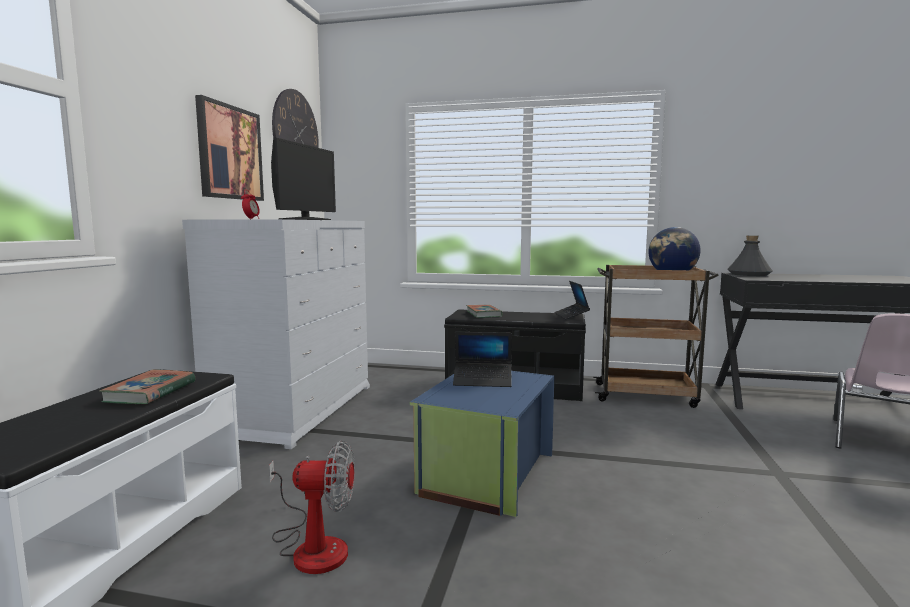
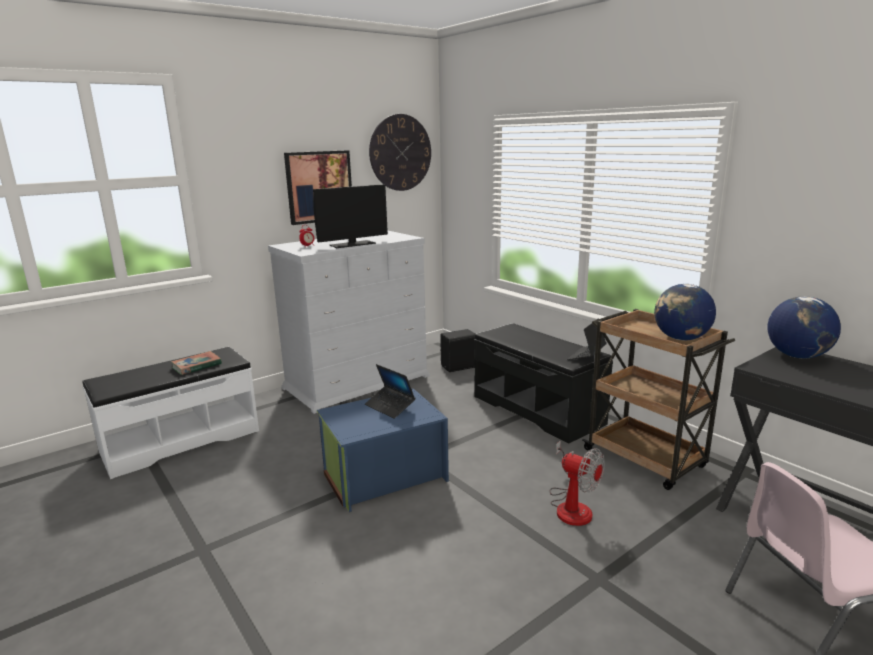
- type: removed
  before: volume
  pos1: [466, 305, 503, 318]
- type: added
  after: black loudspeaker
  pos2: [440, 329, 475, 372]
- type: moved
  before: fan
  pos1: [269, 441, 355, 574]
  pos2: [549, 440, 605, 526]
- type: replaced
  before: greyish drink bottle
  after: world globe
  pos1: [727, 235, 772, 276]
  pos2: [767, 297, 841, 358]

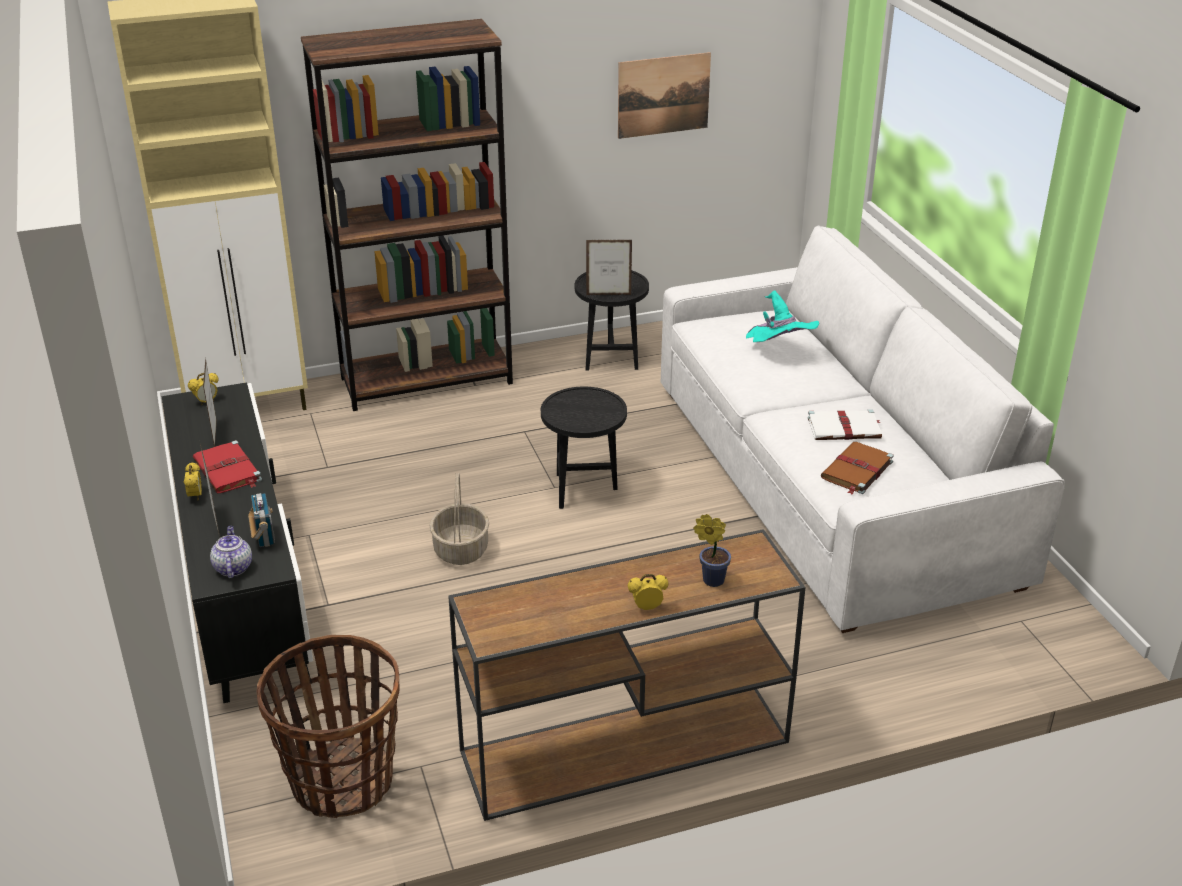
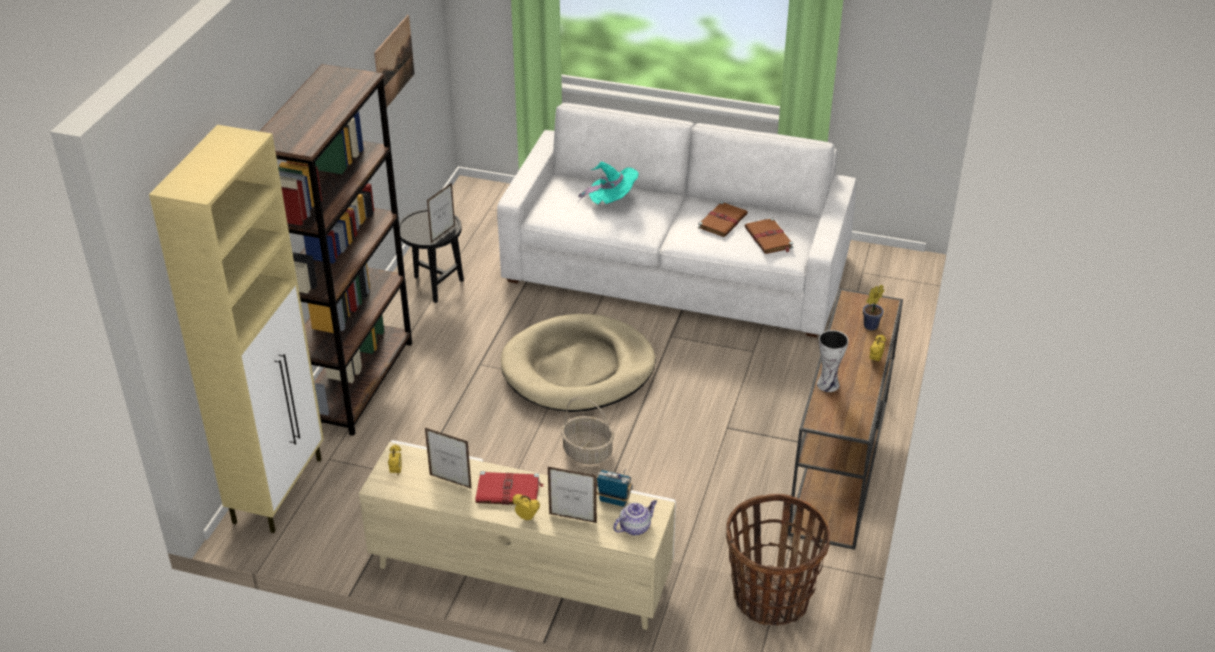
- type: added
  after: flower vase
  pos2: [817, 330, 849, 392]
- type: replaced
  before: black end table
  after: beige-coloured dog bed
  pos1: [541, 387, 627, 509]
  pos2: [501, 314, 656, 412]
- type: recoloured
  before: black media console
  after: beige-coloured media console
  pos1: [162, 382, 313, 703]
  pos2: [359, 440, 676, 630]
- type: recoloured
  before: whitish volume
  after: brownish volume
  pos1: [808, 409, 882, 440]
  pos2: [698, 201, 748, 237]
- type: turned
  before: tea pot
  pos1: [210, 526, 252, 578]
  pos2: [613, 500, 657, 536]
  turn: 120

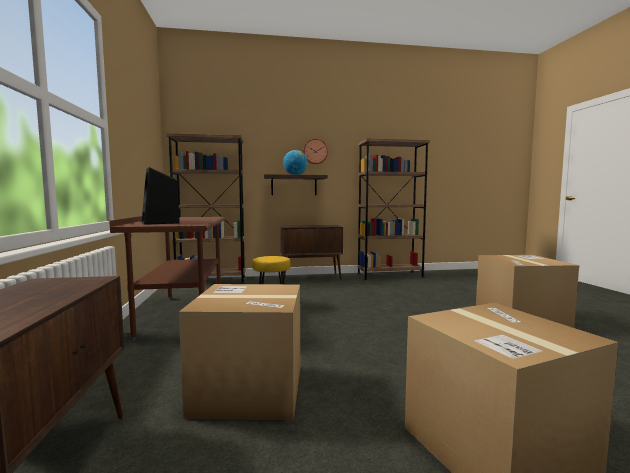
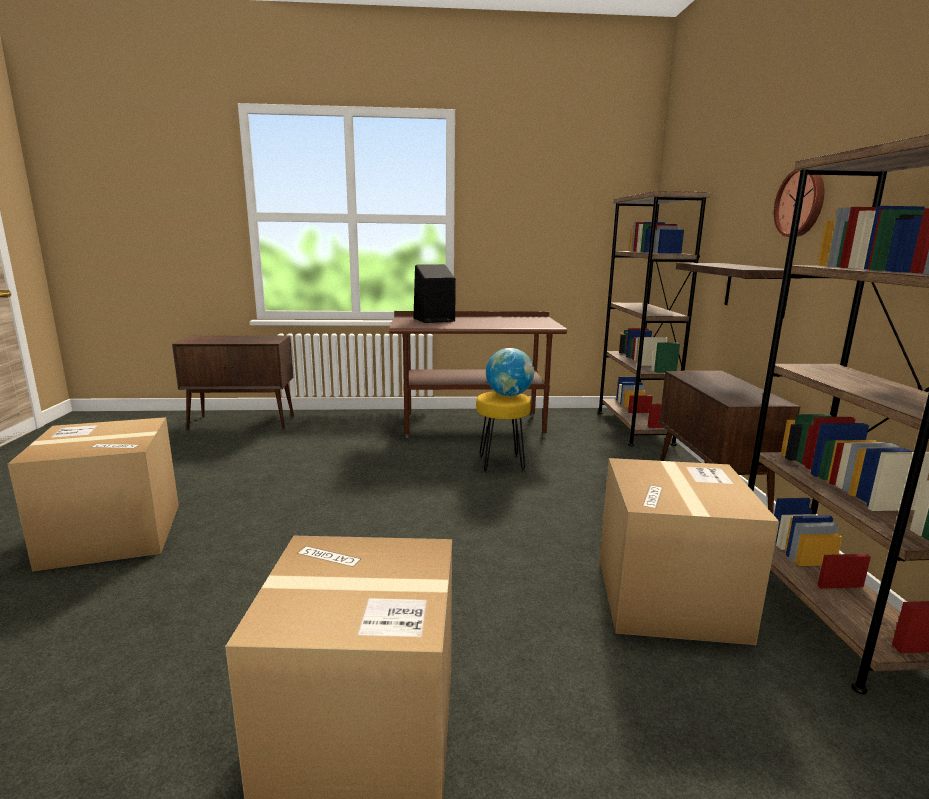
- type: moved
  before: packing box
  pos1: [179, 284, 300, 420]
  pos2: [600, 458, 779, 645]
- type: moved
  before: world globe
  pos1: [283, 150, 308, 175]
  pos2: [486, 348, 534, 396]

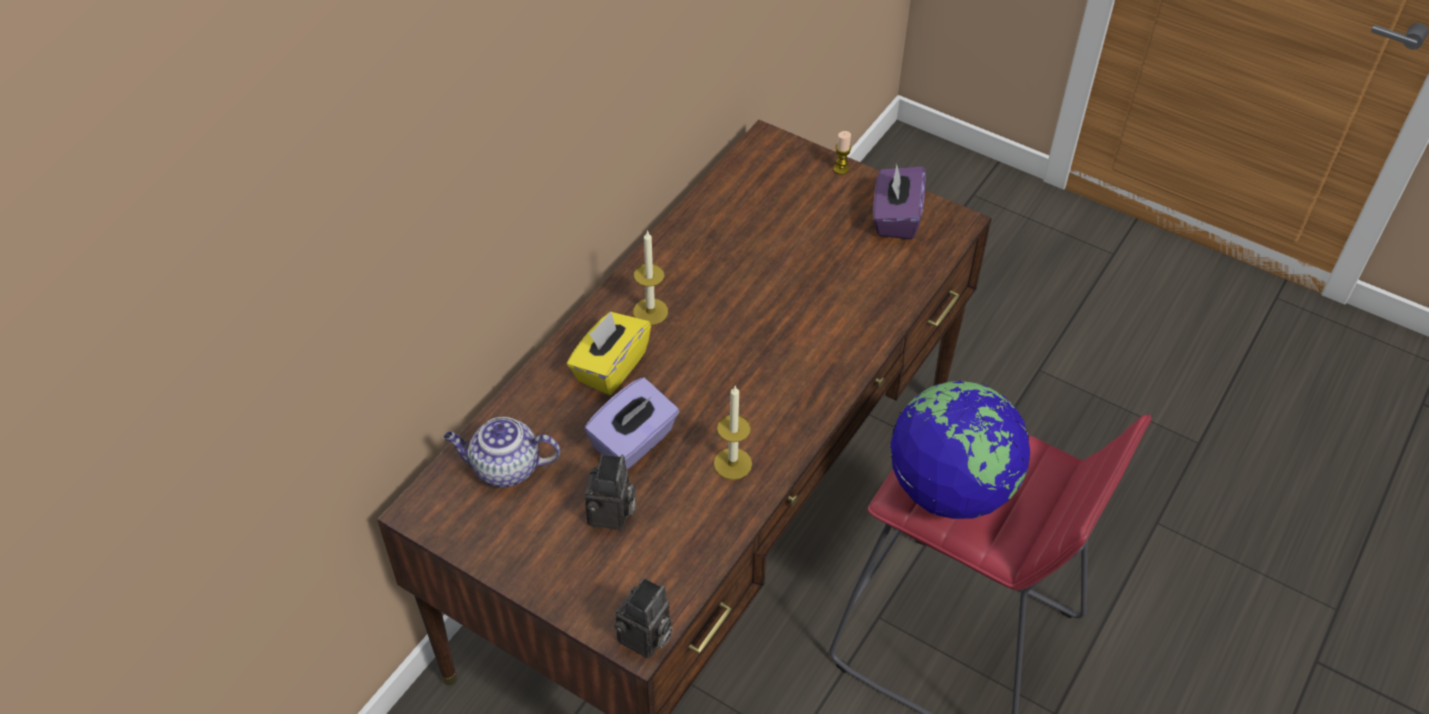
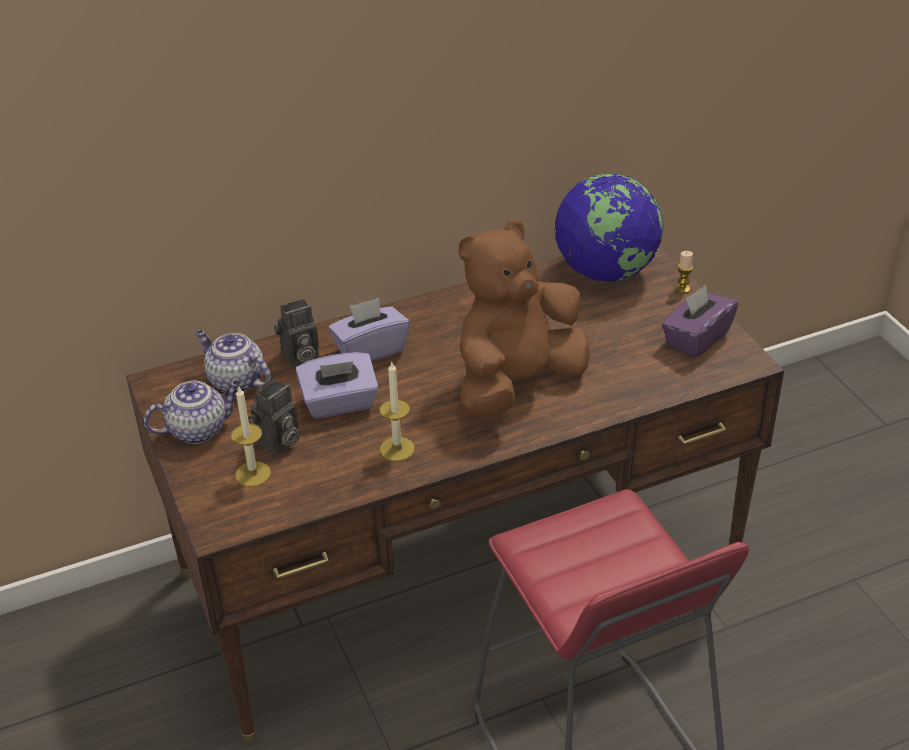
- type: added
  after: tea pot
  pos2: [144, 380, 241, 444]
- type: added
  after: brownish cuddly toy
  pos2: [459, 220, 590, 417]
- type: moved
  before: photo camera
  pos1: [614, 578, 673, 659]
  pos2: [274, 299, 319, 367]
- type: moved
  before: wax light
  pos1: [633, 230, 668, 325]
  pos2: [231, 387, 271, 487]
- type: moved
  before: world globe
  pos1: [890, 380, 1030, 519]
  pos2: [554, 173, 664, 282]
- type: recoloured
  before: yellow tissue holder
  after: purplish tissue holder
  pos1: [567, 312, 651, 395]
  pos2: [328, 298, 410, 361]

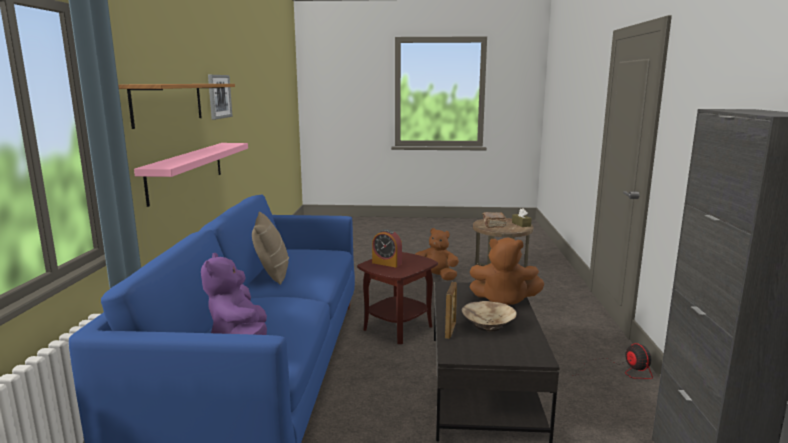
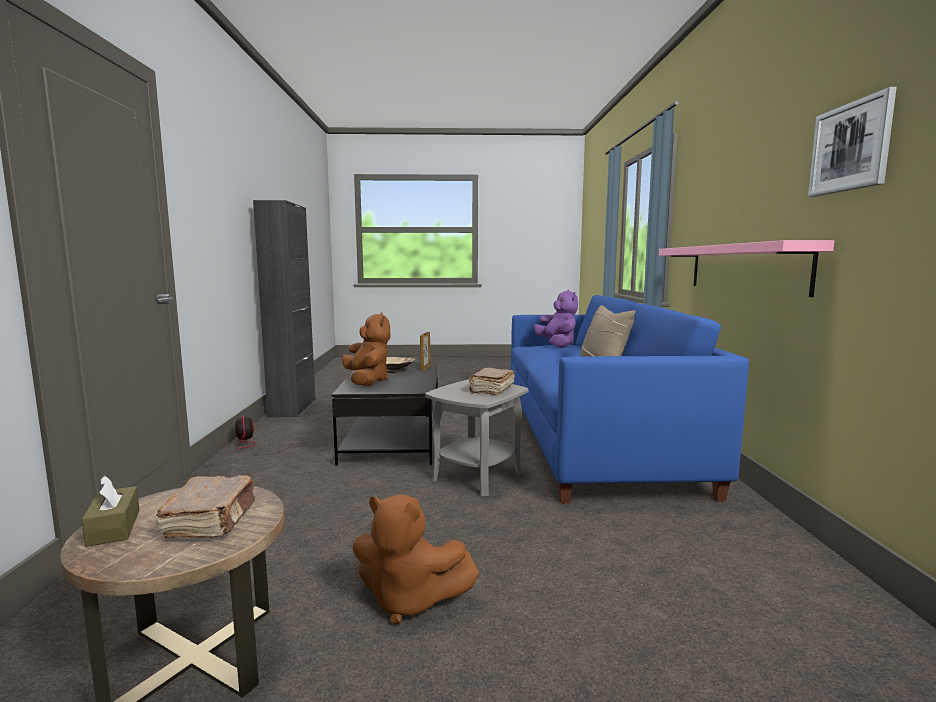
- type: removed
  before: wall shelf
  pos1: [118, 84, 235, 129]
- type: replaced
  before: table clock
  after: brownish volume
  pos1: [372, 229, 402, 268]
  pos2: [469, 368, 515, 395]
- type: recoloured
  before: brownish end table
  after: greyish end table
  pos1: [357, 252, 438, 344]
  pos2: [425, 379, 529, 497]
- type: turned
  before: brownish cuddly toy
  pos1: [470, 238, 544, 305]
  pos2: [342, 312, 390, 386]
  turn: 60

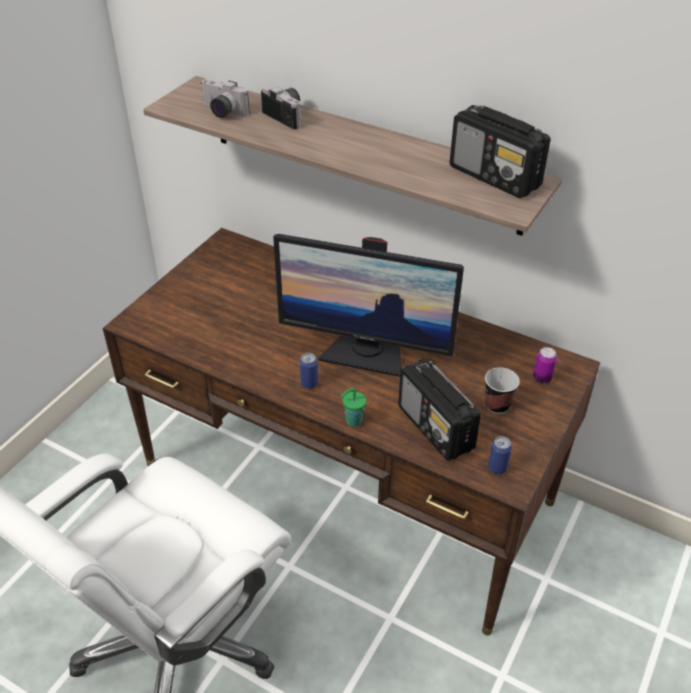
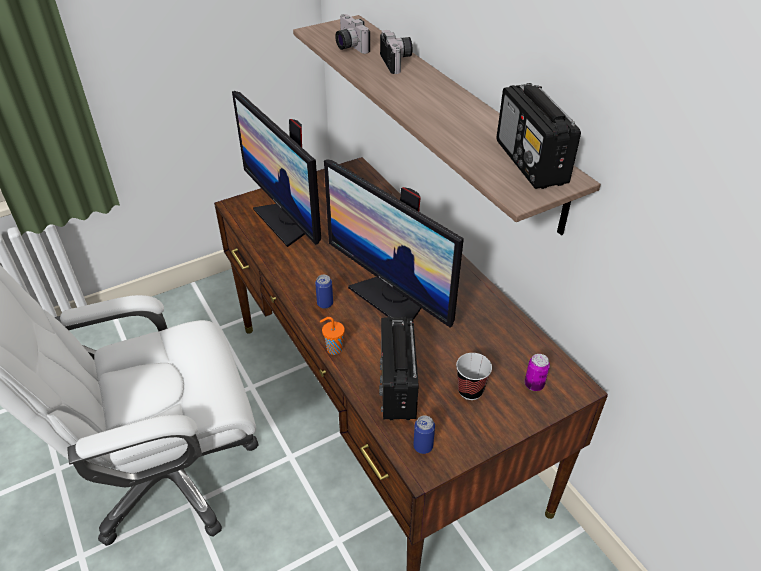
- type: added
  after: monitor
  pos2: [232, 91, 321, 247]
- type: recoloured
  before: greenish drinking cup
  after: orangey drinking cup
  pos1: [340, 388, 366, 427]
  pos2: [320, 317, 345, 355]

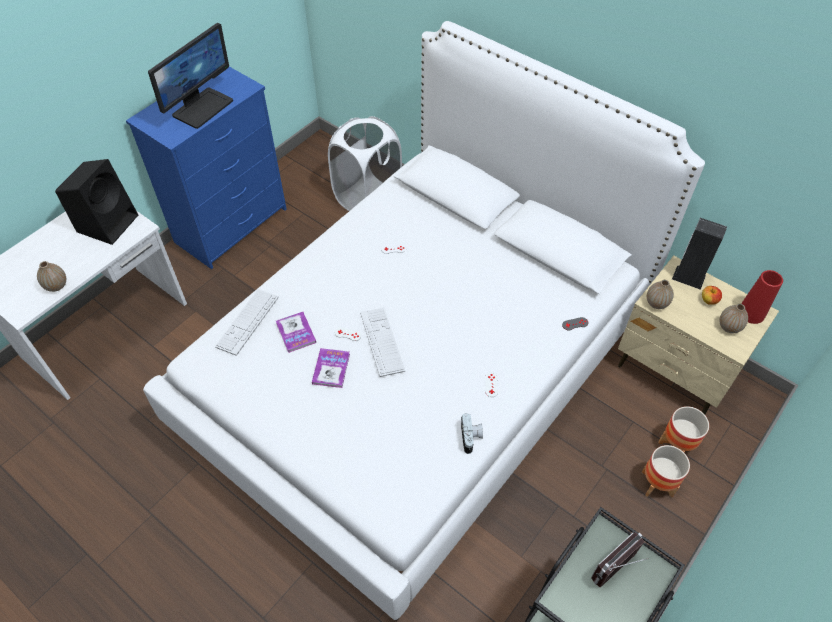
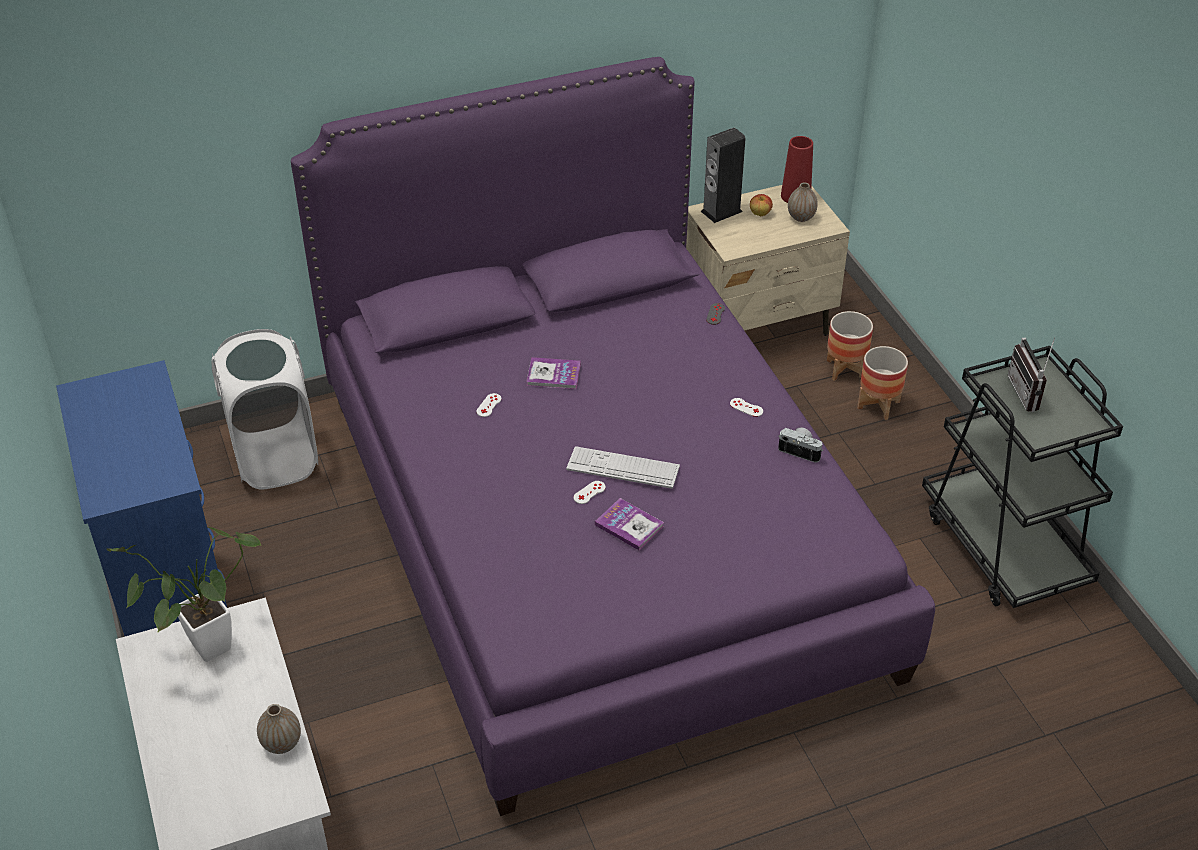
- type: removed
  before: monitor
  pos1: [148, 23, 233, 129]
- type: removed
  before: keyboard
  pos1: [215, 289, 279, 356]
- type: removed
  before: flower vase
  pos1: [647, 280, 674, 309]
- type: moved
  before: volume
  pos1: [276, 312, 316, 353]
  pos2: [526, 357, 581, 389]
- type: replaced
  before: black loudspeaker
  after: potted plant
  pos1: [55, 159, 138, 245]
  pos2: [106, 527, 262, 662]
- type: recoloured
  before: whitish bed
  after: purplish bed
  pos1: [143, 21, 705, 622]
  pos2: [291, 57, 935, 816]

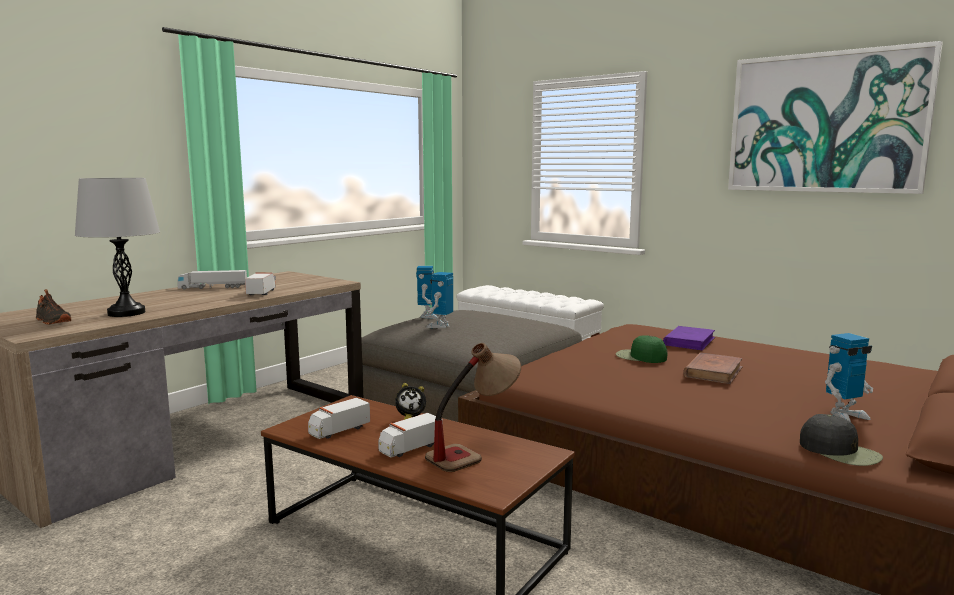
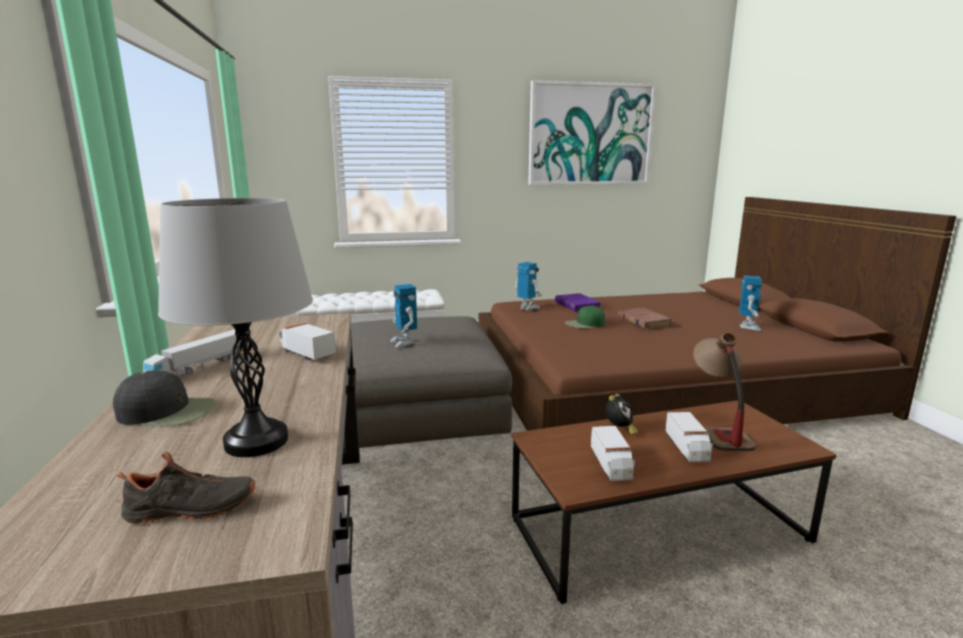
- type: moved
  before: robot figure
  pos1: [416, 266, 438, 319]
  pos2: [515, 262, 542, 310]
- type: moved
  before: black cap
  pos1: [800, 414, 883, 466]
  pos2: [113, 371, 217, 426]

